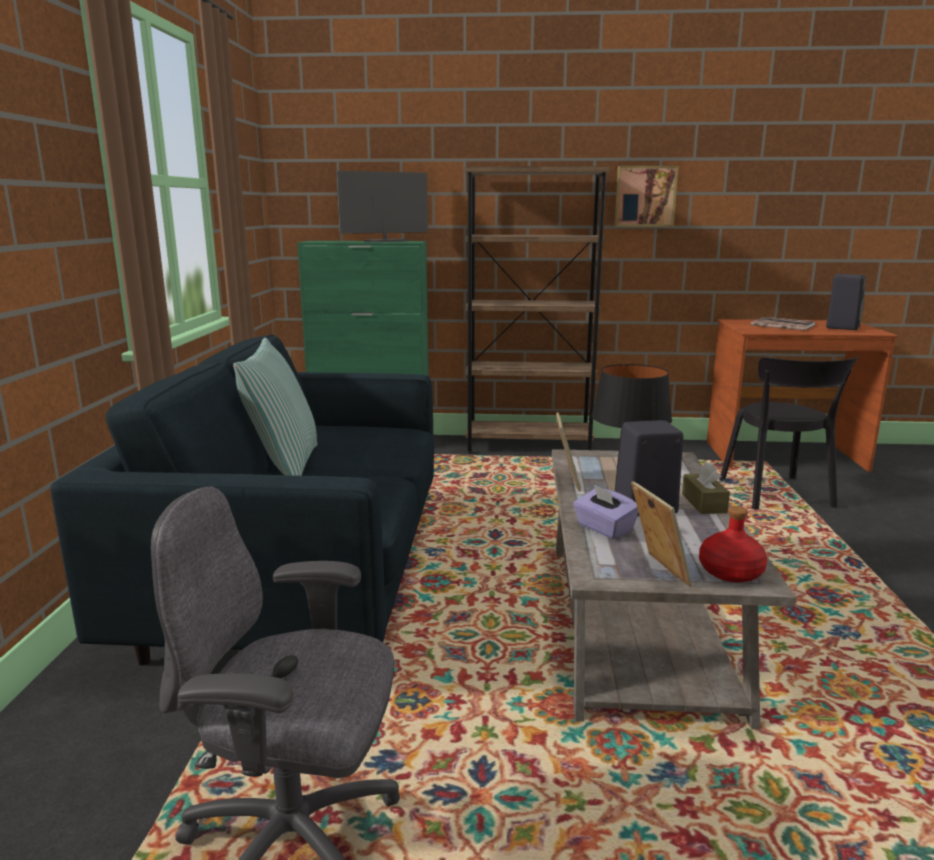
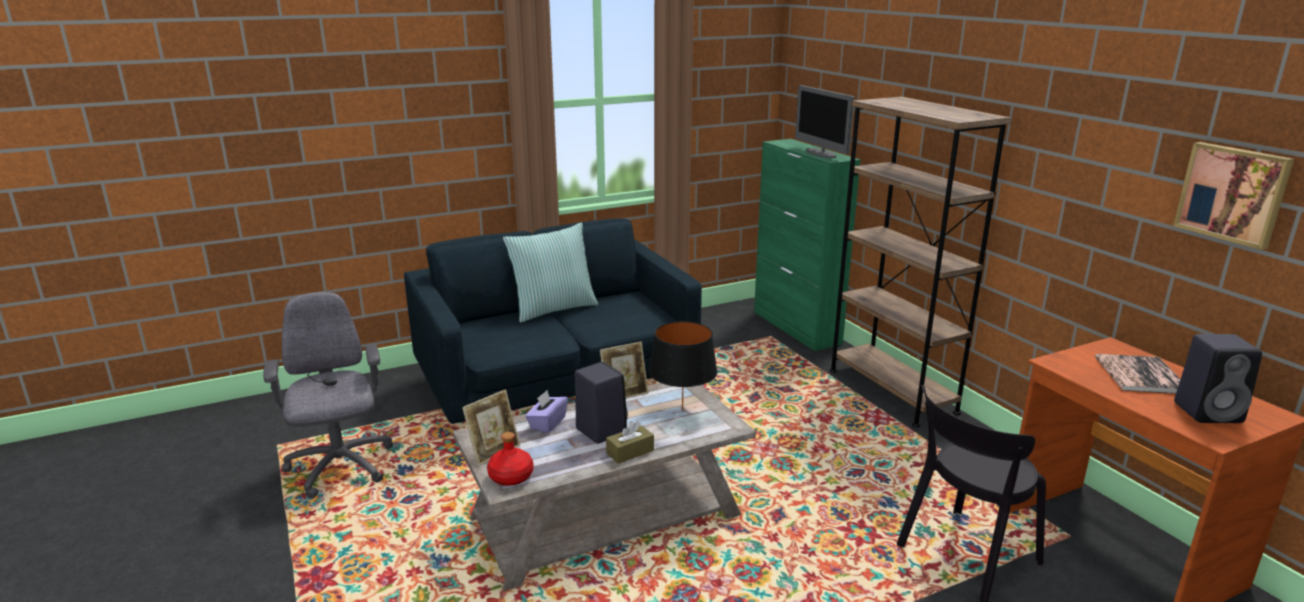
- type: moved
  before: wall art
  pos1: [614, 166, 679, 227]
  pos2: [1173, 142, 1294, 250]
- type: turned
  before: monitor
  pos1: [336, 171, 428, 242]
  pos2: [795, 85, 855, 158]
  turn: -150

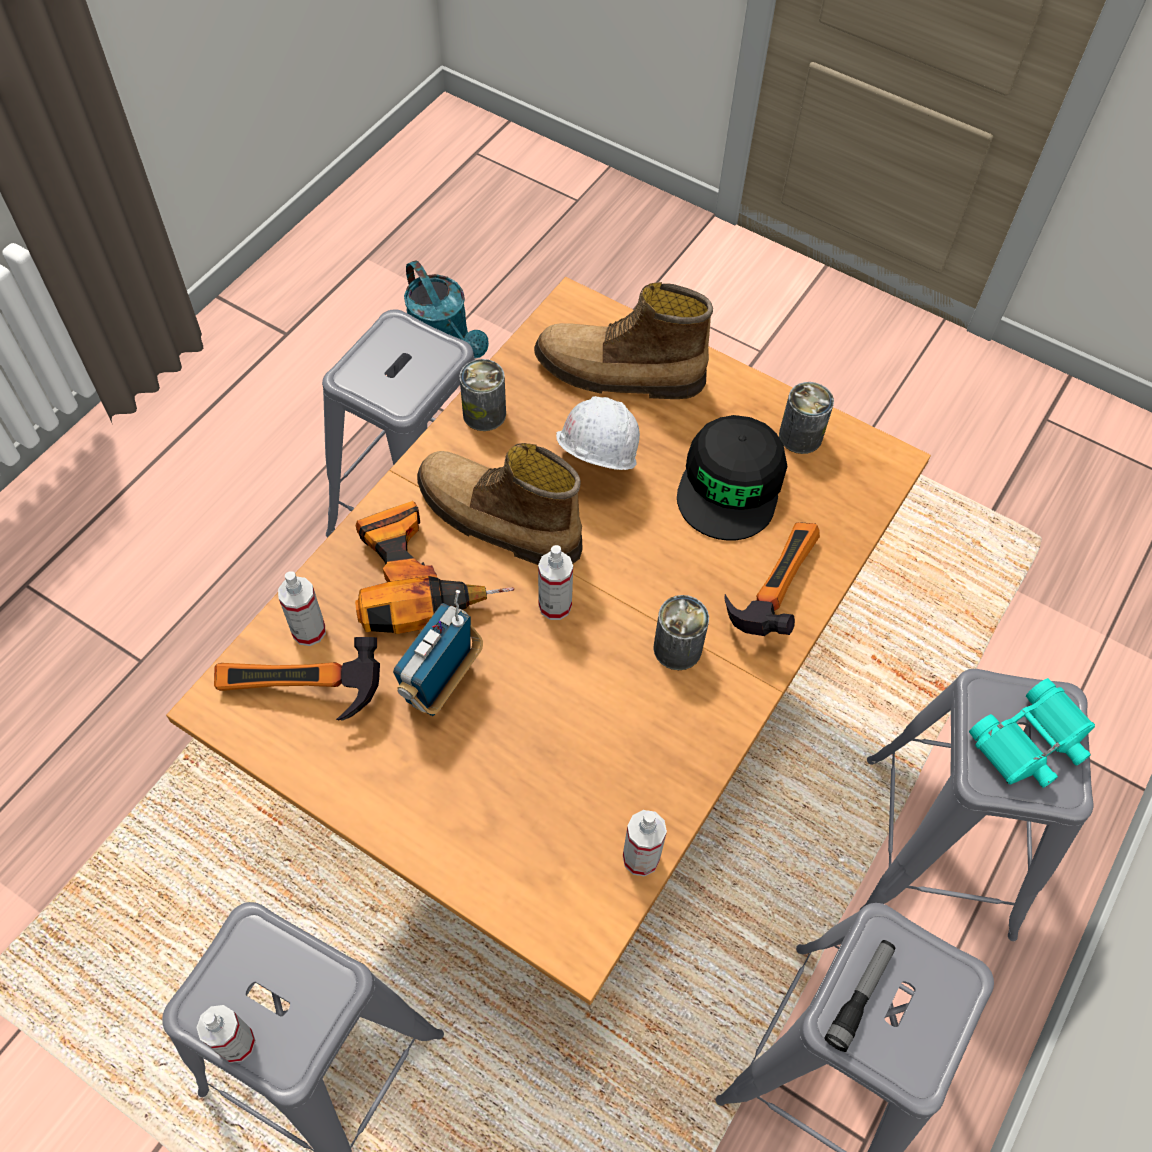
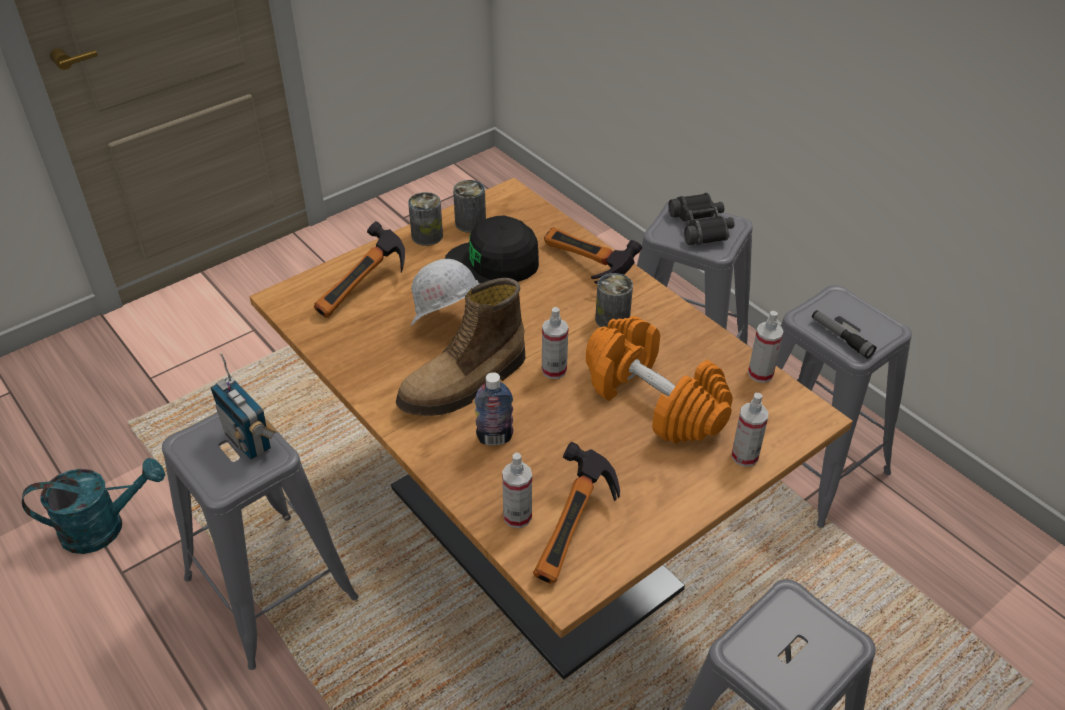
- type: added
  after: orangey dumbbell
  pos2: [586, 316, 733, 444]
- type: moved
  before: hand sprayer
  pos1: [196, 1005, 256, 1063]
  pos2: [731, 393, 768, 467]
- type: moved
  before: radio receiver
  pos1: [393, 590, 483, 716]
  pos2: [210, 353, 277, 460]
- type: moved
  before: metal can
  pos1: [459, 359, 506, 431]
  pos2: [408, 192, 443, 246]
- type: replaced
  before: power drill
  after: drink bottle
  pos1: [355, 501, 514, 634]
  pos2: [475, 372, 514, 446]
- type: replaced
  before: tall boot
  after: hammer
  pos1: [534, 282, 713, 399]
  pos2: [314, 221, 405, 318]
- type: recoloured
  before: blue-green field glasses
  after: black field glasses
  pos1: [969, 678, 1095, 788]
  pos2: [668, 193, 734, 245]
- type: turned
  before: black cap
  pos1: [677, 415, 787, 540]
  pos2: [444, 216, 539, 284]
  turn: 135

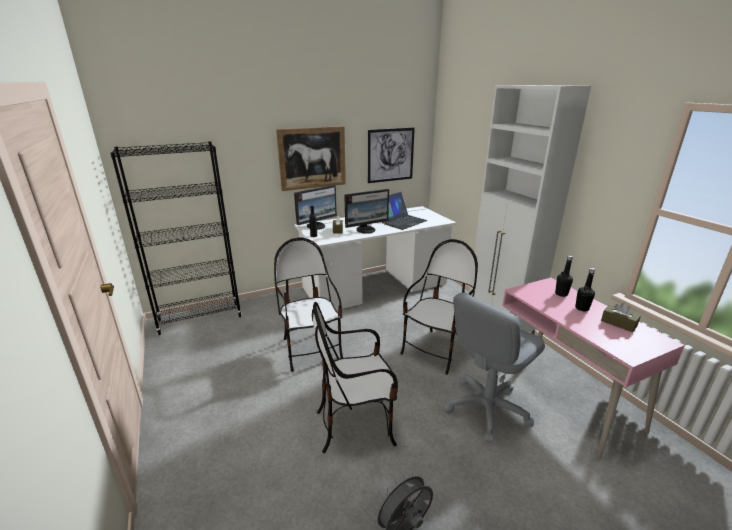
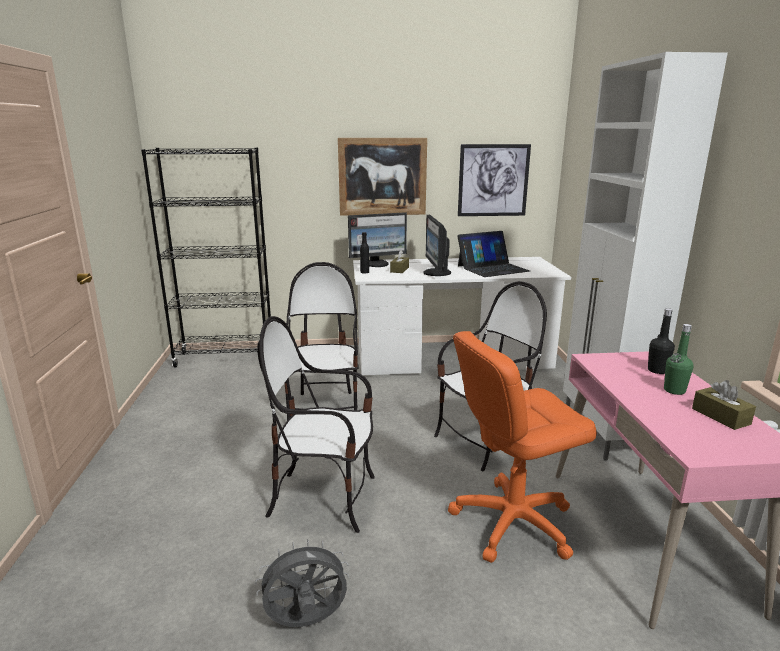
- type: recoloured
  before: greyish computer chair
  after: orangey computer chair
  pos1: [443, 292, 545, 443]
  pos2: [448, 331, 597, 563]
- type: recoloured
  before: black drink bottle
  after: greenish drink bottle
  pos1: [575, 268, 595, 312]
  pos2: [664, 324, 694, 395]
- type: turned
  before: monitor
  pos1: [344, 189, 389, 234]
  pos2: [423, 215, 451, 276]
  turn: 90

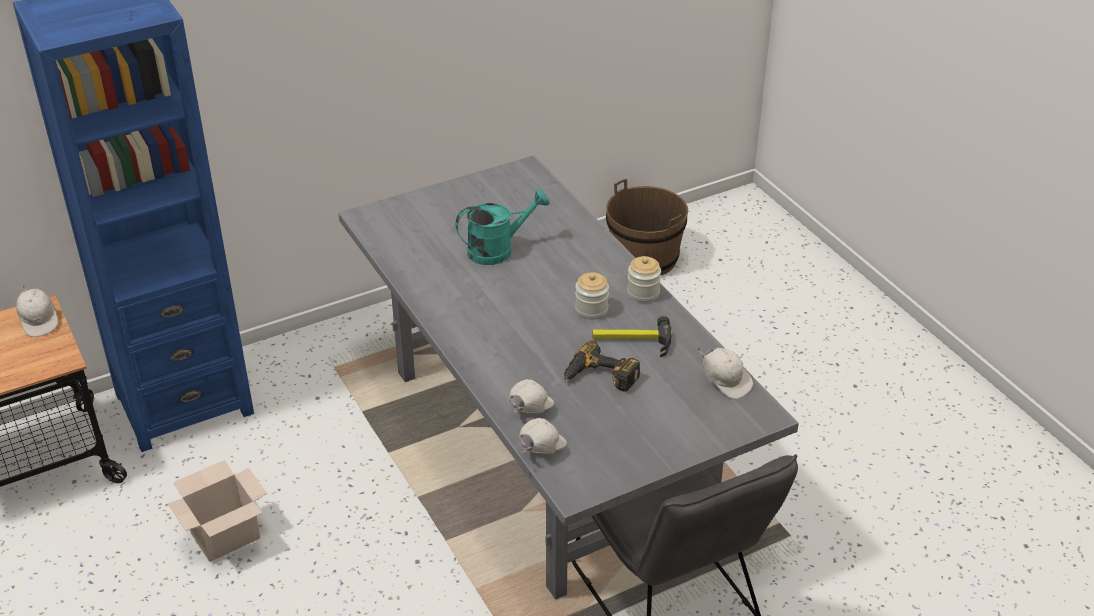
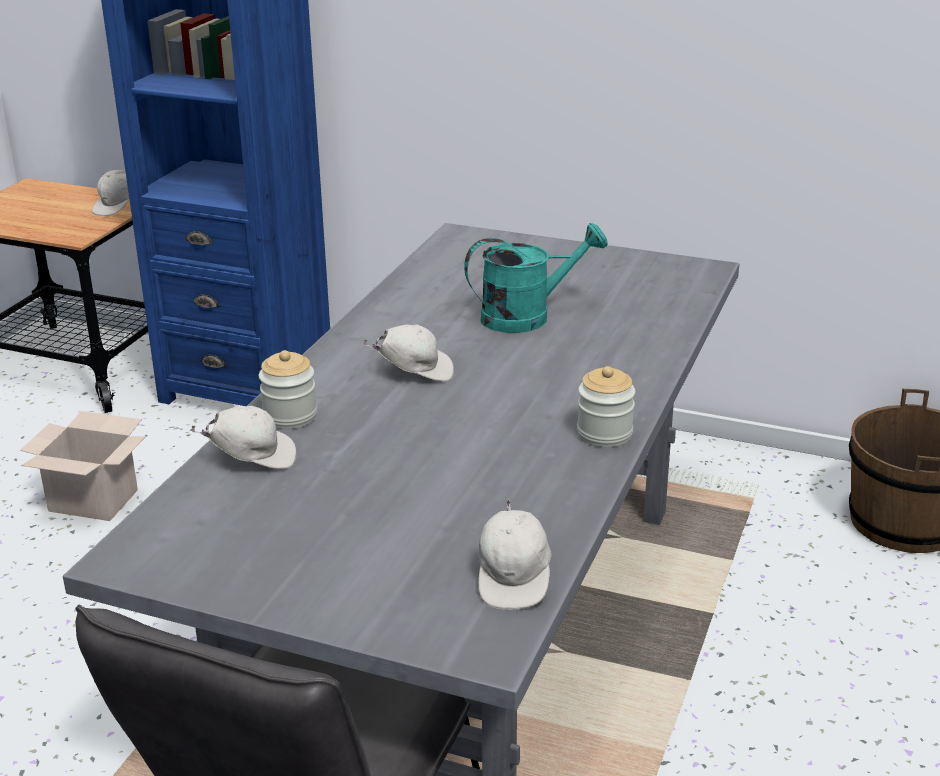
- type: removed
  before: power drill
  pos1: [564, 341, 640, 392]
- type: removed
  before: hammer
  pos1: [592, 316, 672, 357]
- type: moved
  before: whitish cap
  pos1: [519, 418, 567, 454]
  pos2: [362, 325, 454, 381]
- type: moved
  before: storage jar
  pos1: [575, 273, 609, 320]
  pos2: [259, 350, 317, 429]
- type: turned
  before: blue-green watering can
  pos1: [455, 189, 550, 265]
  pos2: [464, 223, 608, 333]
  turn: -45

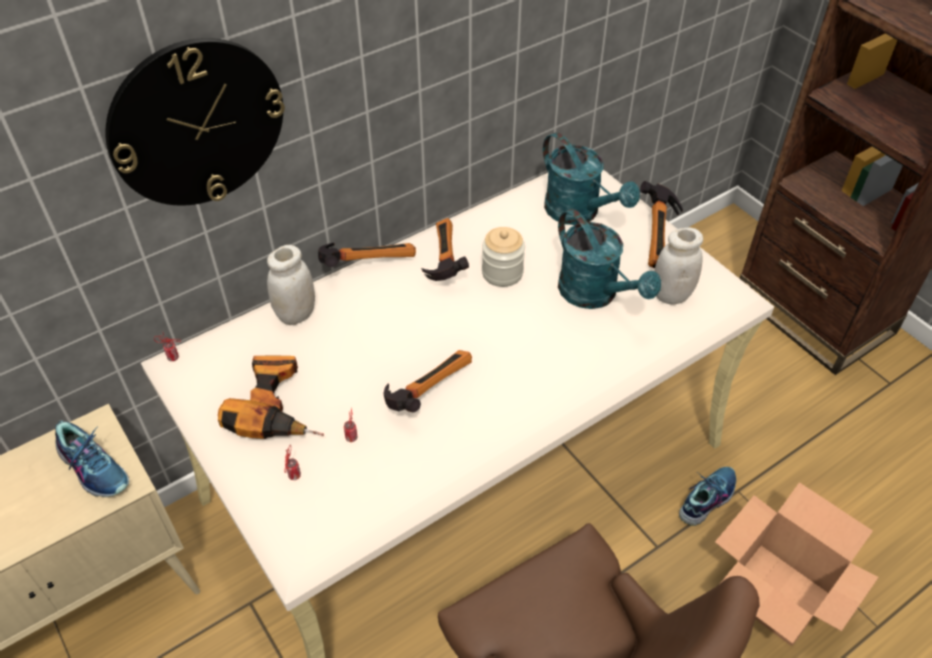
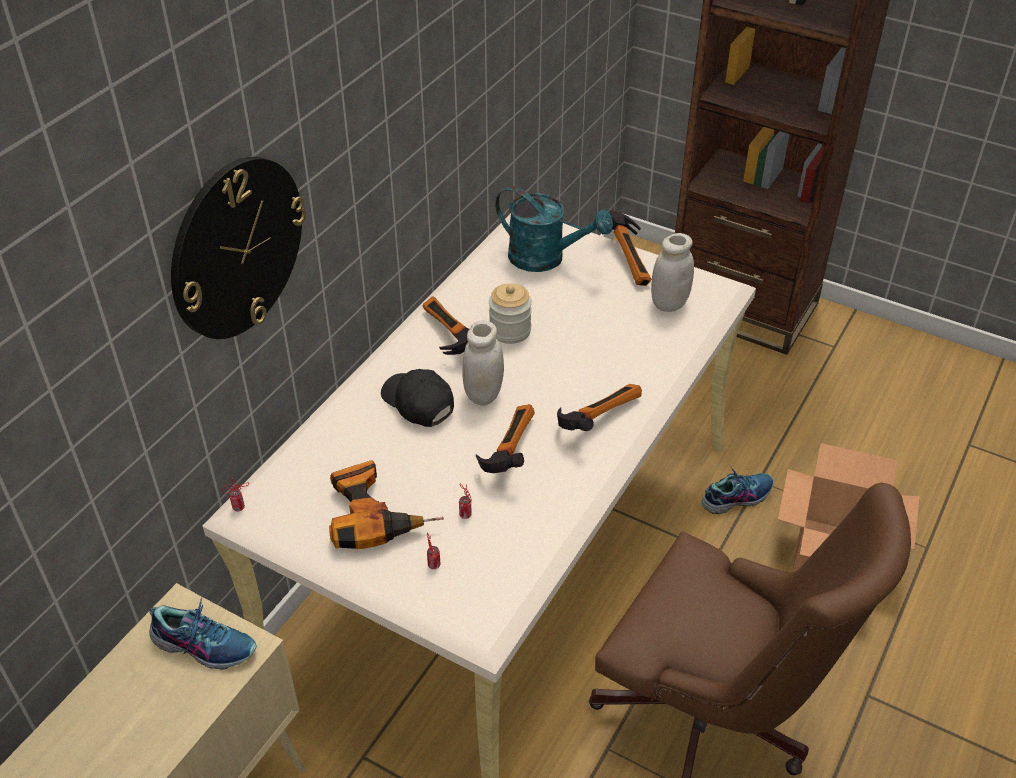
- type: removed
  before: blue-green watering can
  pos1: [558, 209, 661, 309]
- type: added
  after: black cap
  pos2: [381, 369, 454, 427]
- type: moved
  before: whitish storage jar
  pos1: [267, 245, 315, 325]
  pos2: [462, 320, 504, 406]
- type: moved
  before: hammer
  pos1: [318, 243, 416, 267]
  pos2: [557, 384, 642, 431]
- type: turned
  before: low shoe
  pos1: [679, 467, 736, 526]
  pos2: [702, 464, 773, 514]
  turn: 45

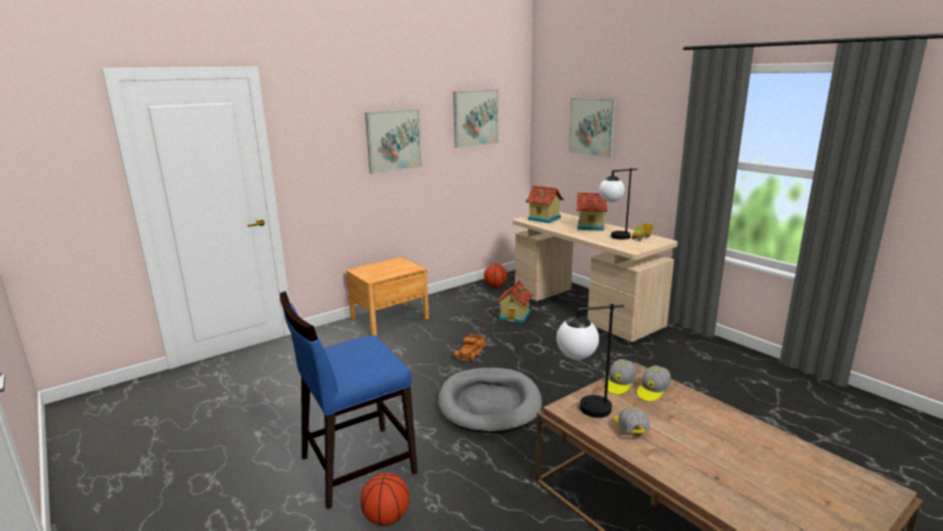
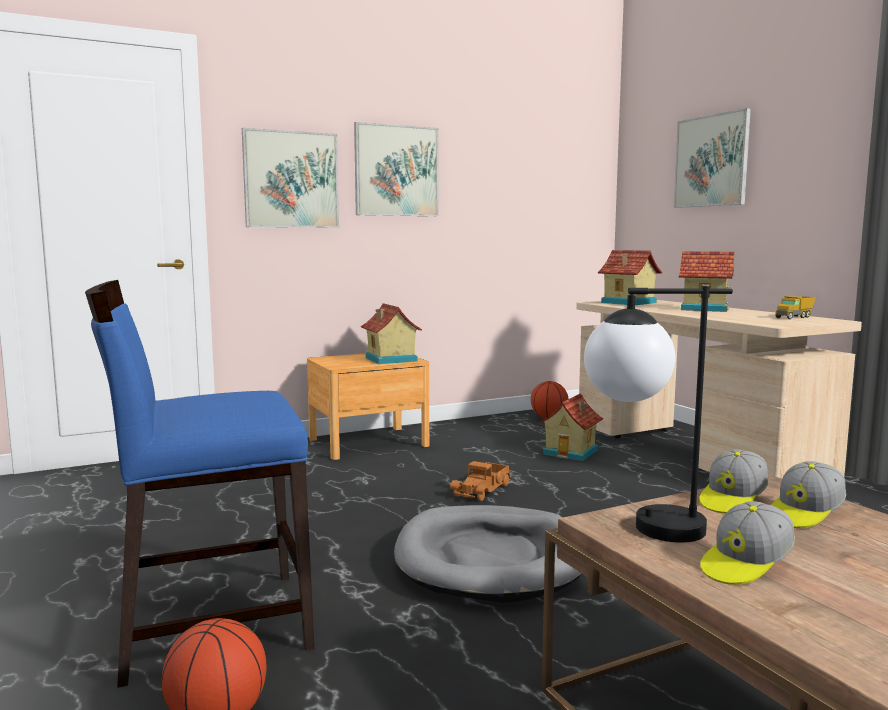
- type: removed
  before: tabletop lamp
  pos1: [599, 168, 637, 240]
- type: added
  after: miniature house
  pos2: [361, 303, 422, 364]
- type: moved
  before: wall art
  pos1: [453, 89, 498, 148]
  pos2: [242, 128, 339, 228]
- type: turned
  before: cap
  pos1: [614, 408, 650, 433]
  pos2: [700, 501, 795, 585]
  turn: -135

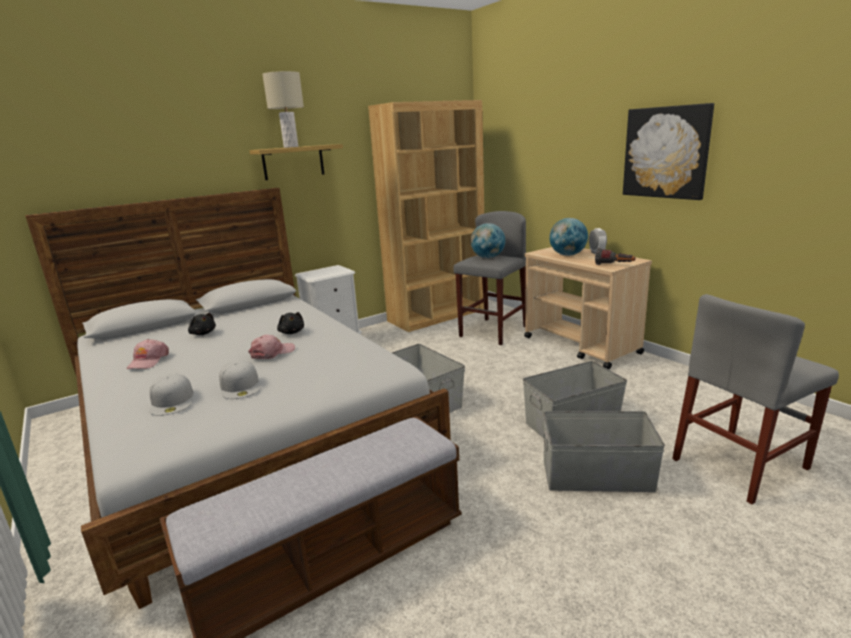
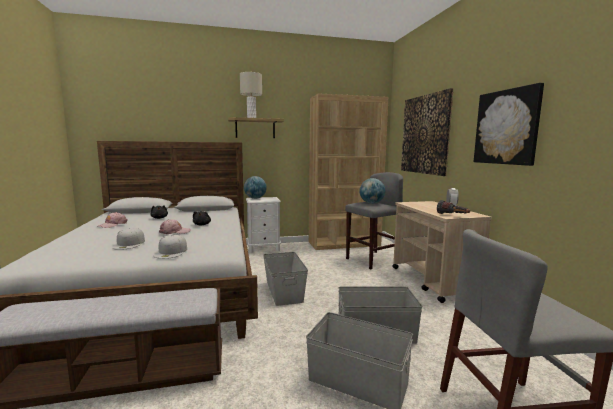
- type: added
  after: wall art
  pos2: [401, 88, 453, 176]
- type: moved
  before: whitish cap
  pos1: [149, 374, 193, 416]
  pos2: [154, 235, 187, 259]
- type: moved
  before: world globe
  pos1: [549, 218, 588, 256]
  pos2: [244, 176, 267, 199]

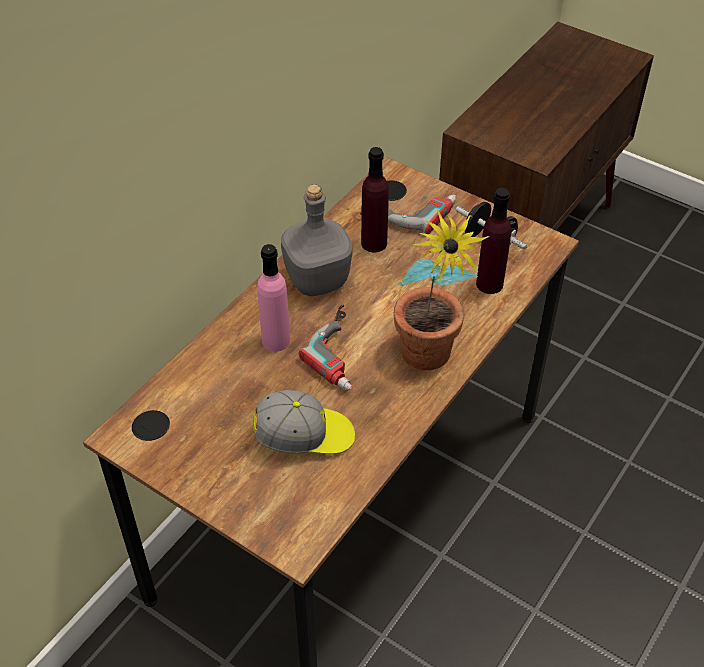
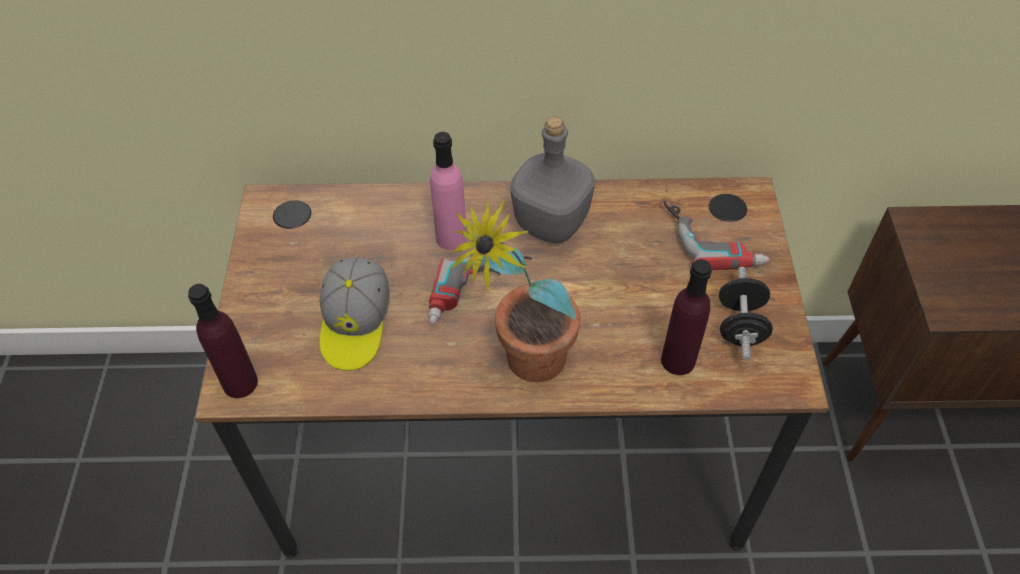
- type: moved
  before: purplish drink bottle
  pos1: [361, 147, 389, 252]
  pos2: [188, 284, 258, 398]
- type: turned
  before: cap
  pos1: [253, 390, 355, 454]
  pos2: [320, 257, 390, 371]
  turn: 45

